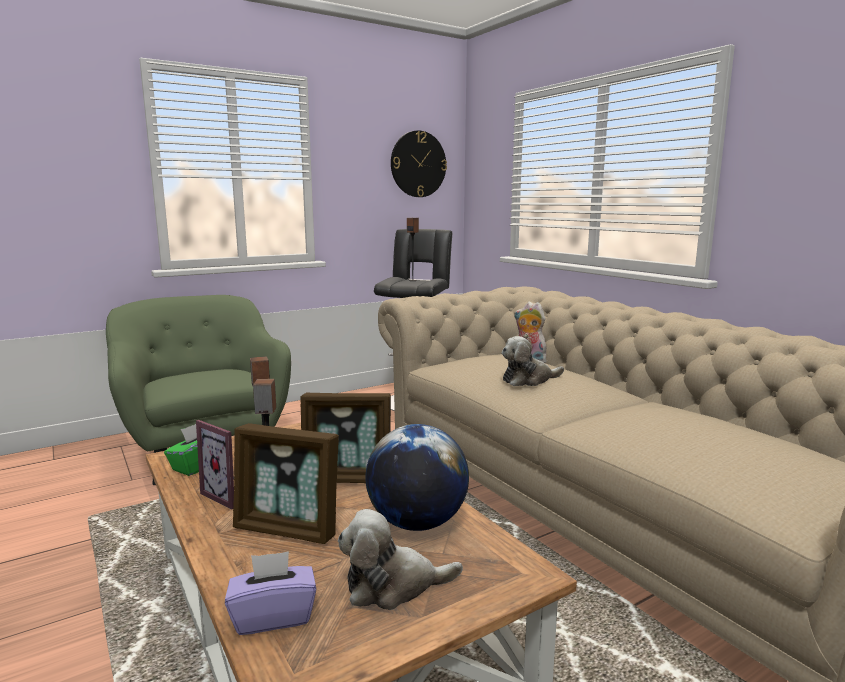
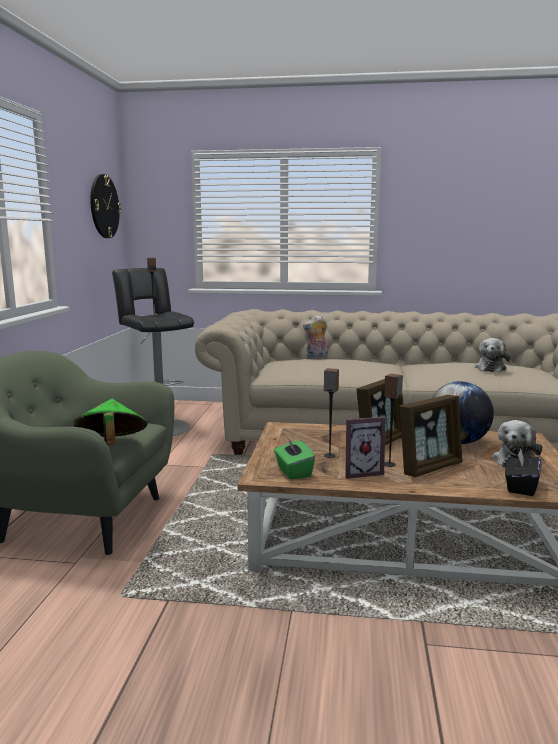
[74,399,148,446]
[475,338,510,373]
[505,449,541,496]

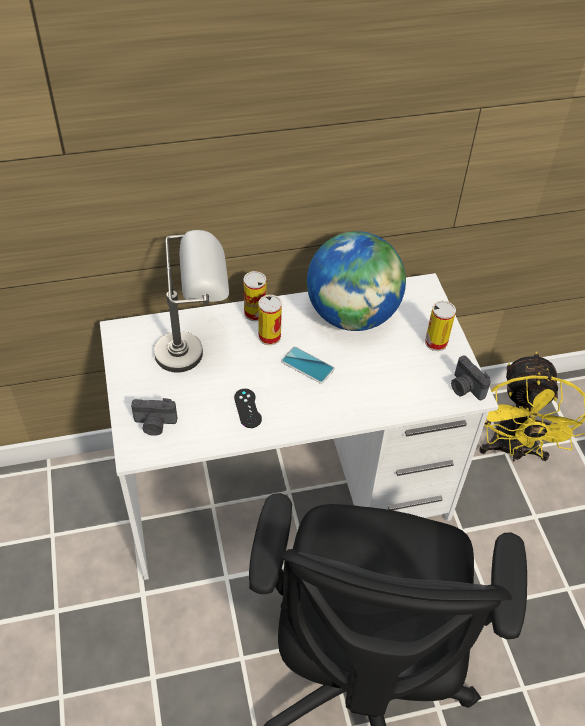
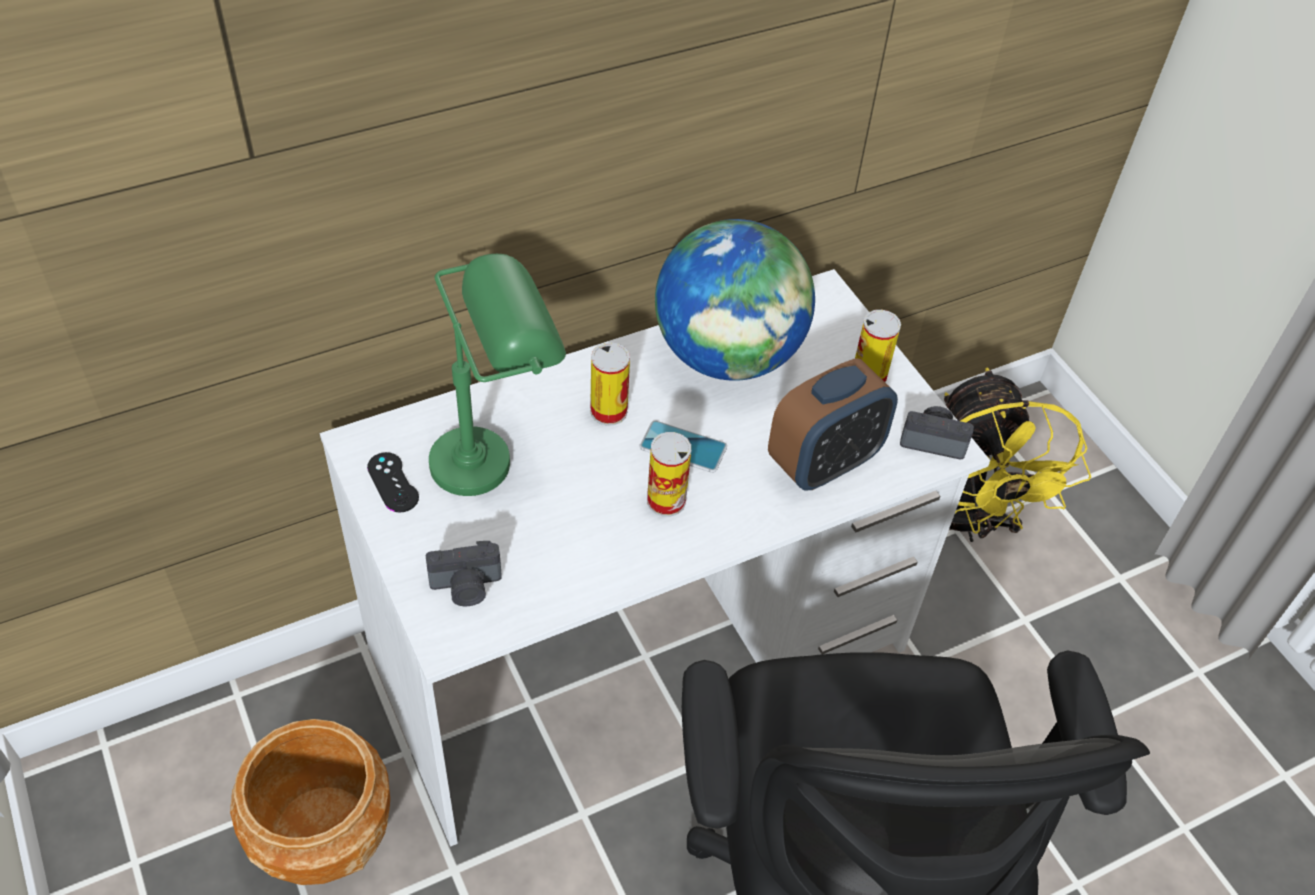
[230,719,390,885]
[367,452,419,512]
[429,254,566,496]
[647,432,691,517]
[768,358,898,490]
[900,406,974,460]

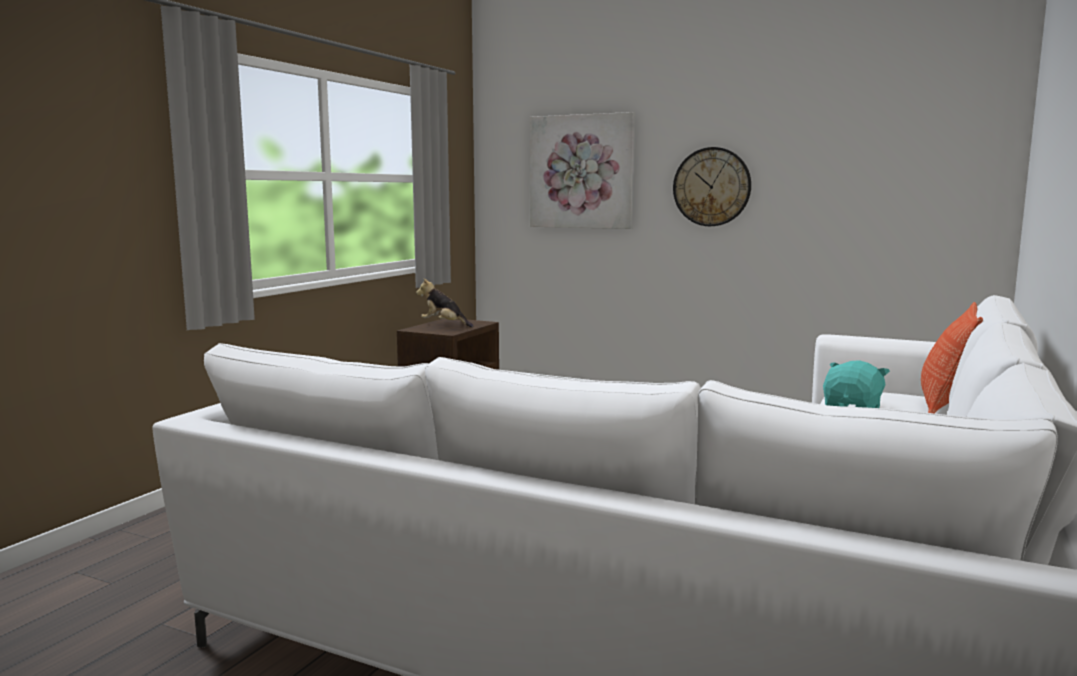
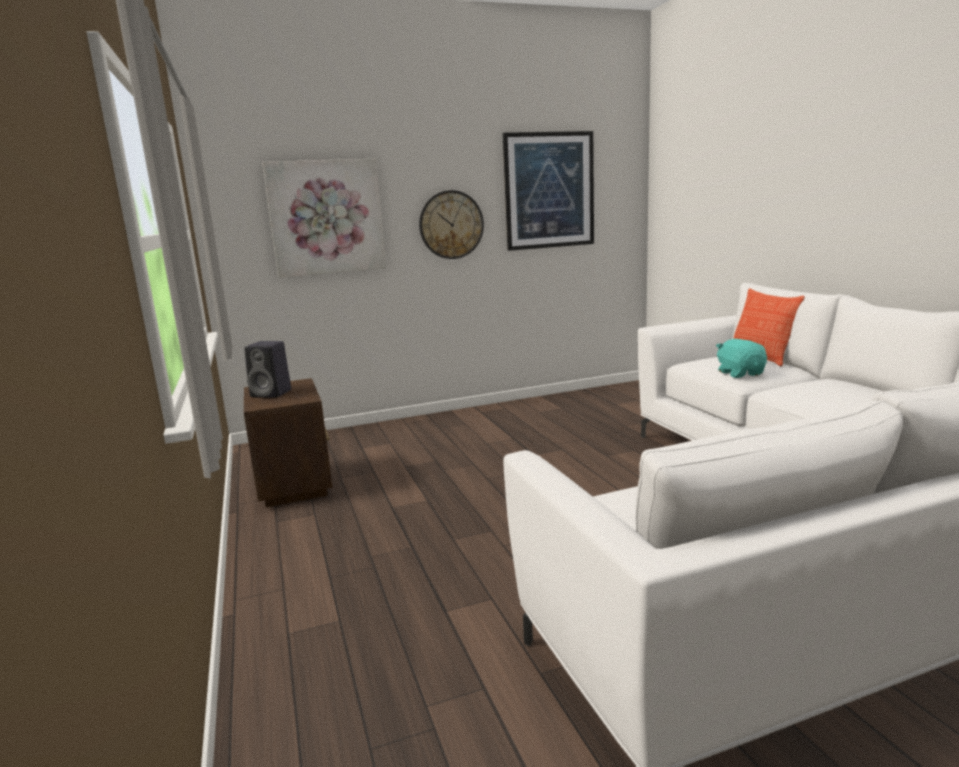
[245,341,291,398]
[502,131,594,251]

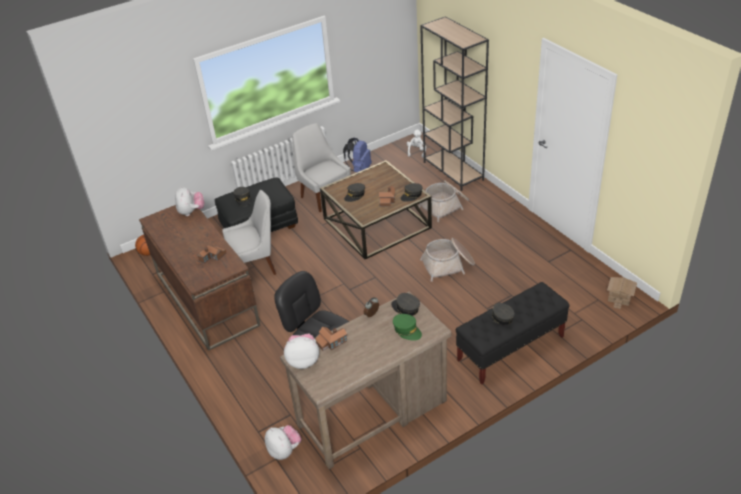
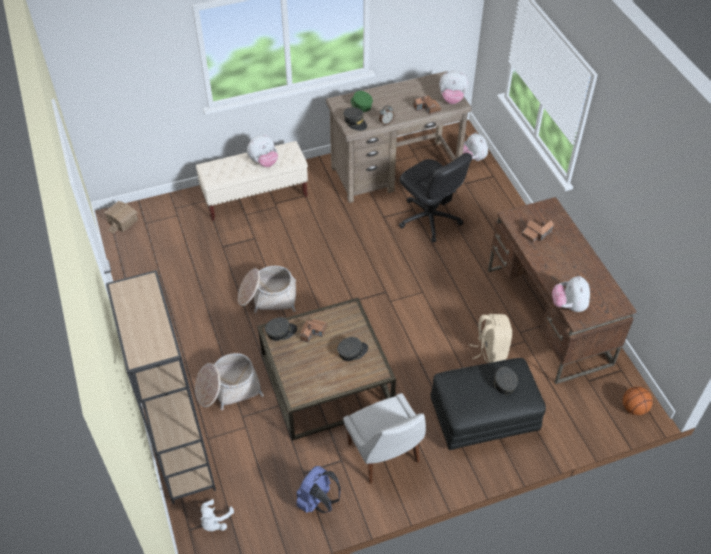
[196,141,308,221]
[247,134,278,167]
[469,314,512,363]

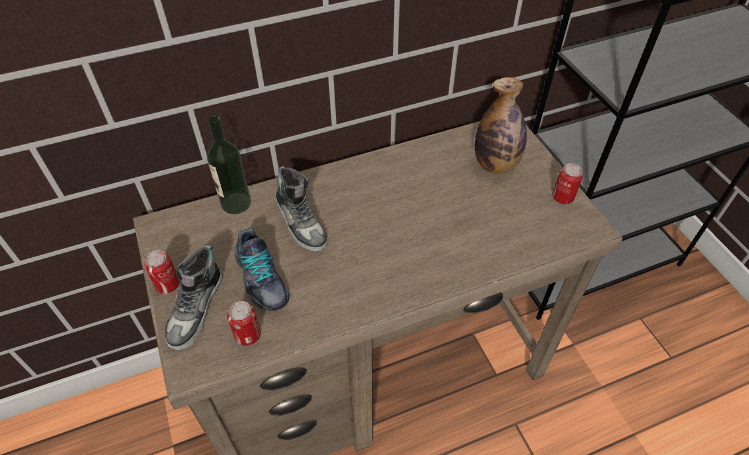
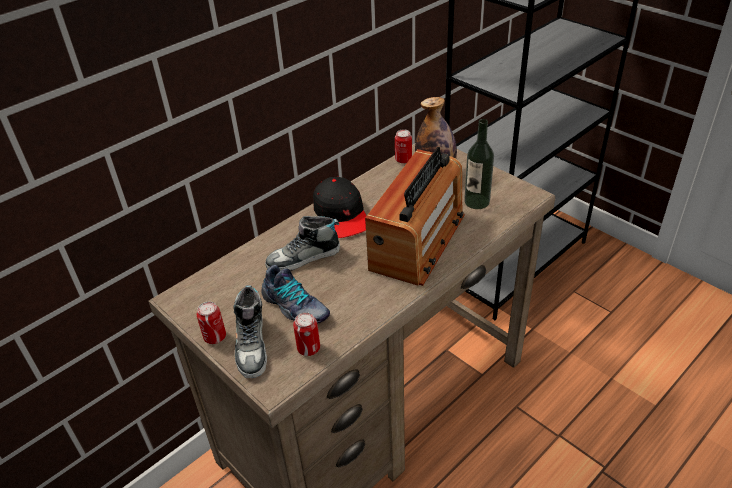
[265,216,340,271]
[313,177,366,238]
[365,147,465,286]
[395,129,412,164]
[464,119,494,209]

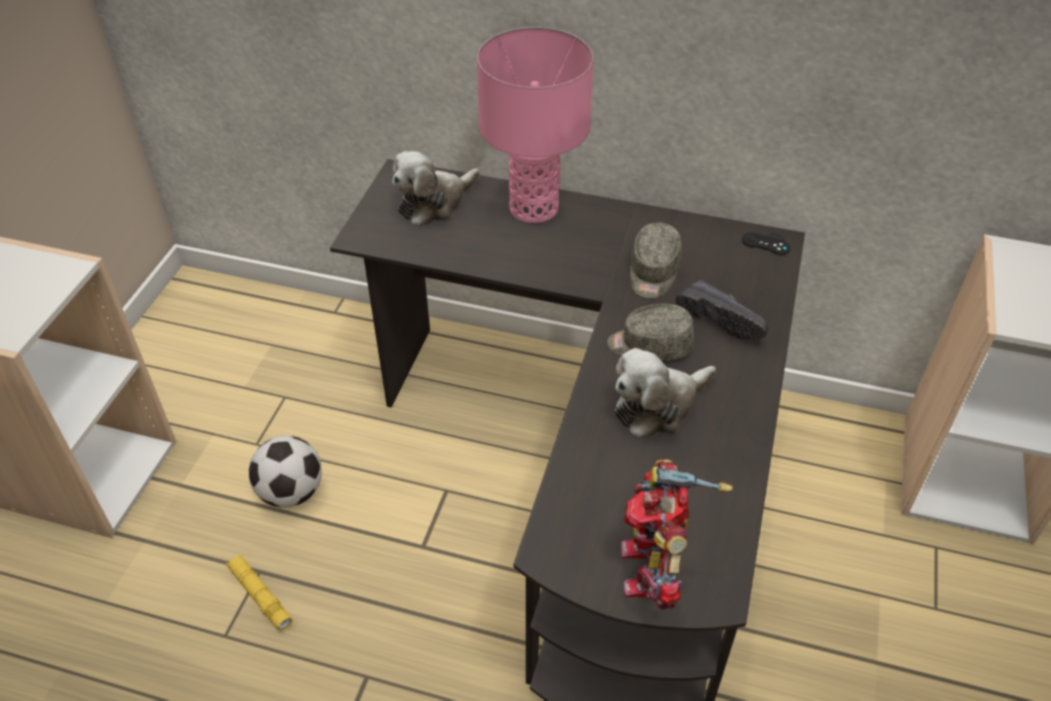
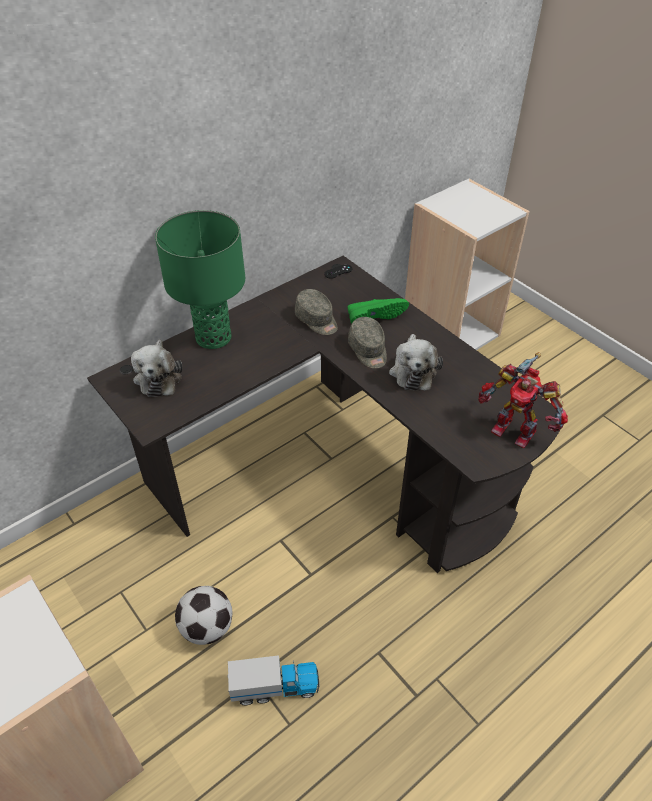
[155,210,245,349]
[228,655,320,705]
[347,298,409,324]
[348,317,387,369]

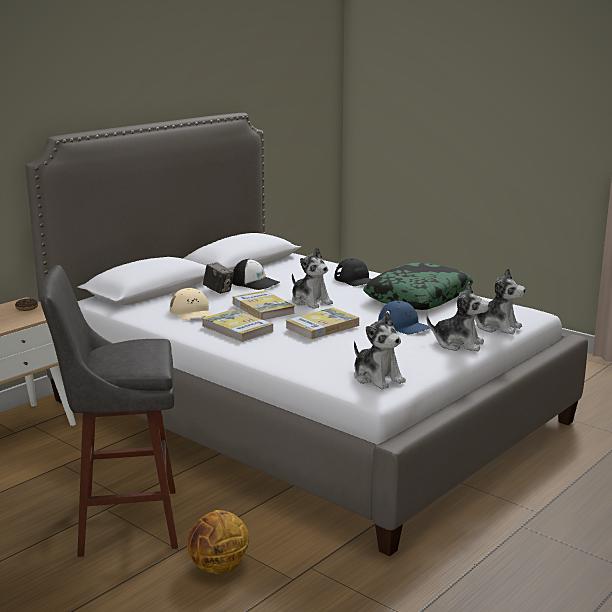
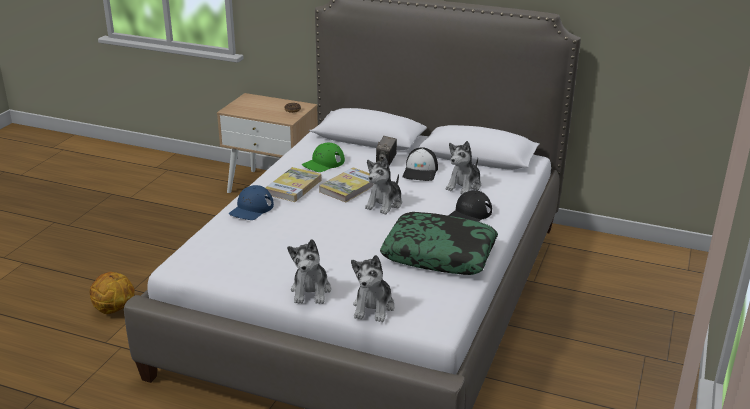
[229,185,274,220]
[302,143,345,172]
[446,141,481,194]
[40,265,178,557] (first image)
[286,308,359,339] (first image)

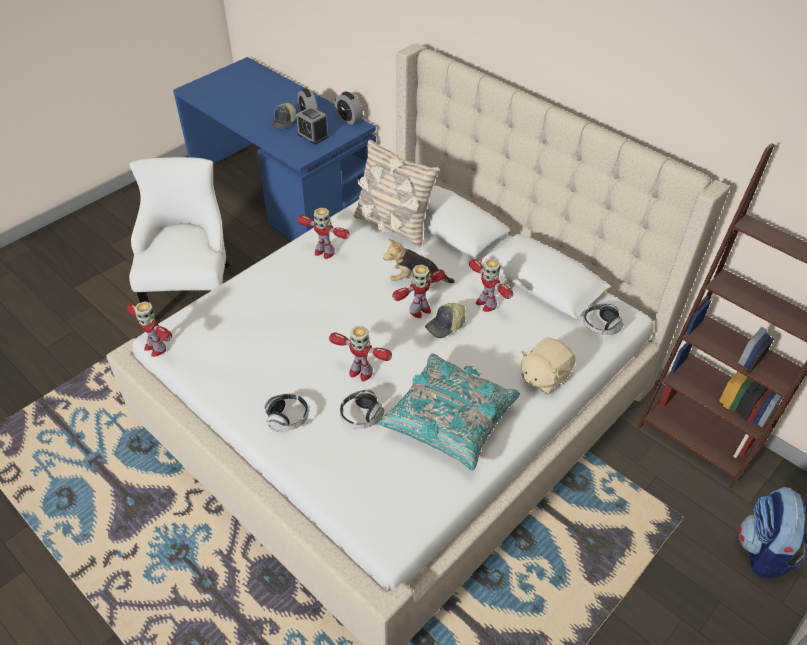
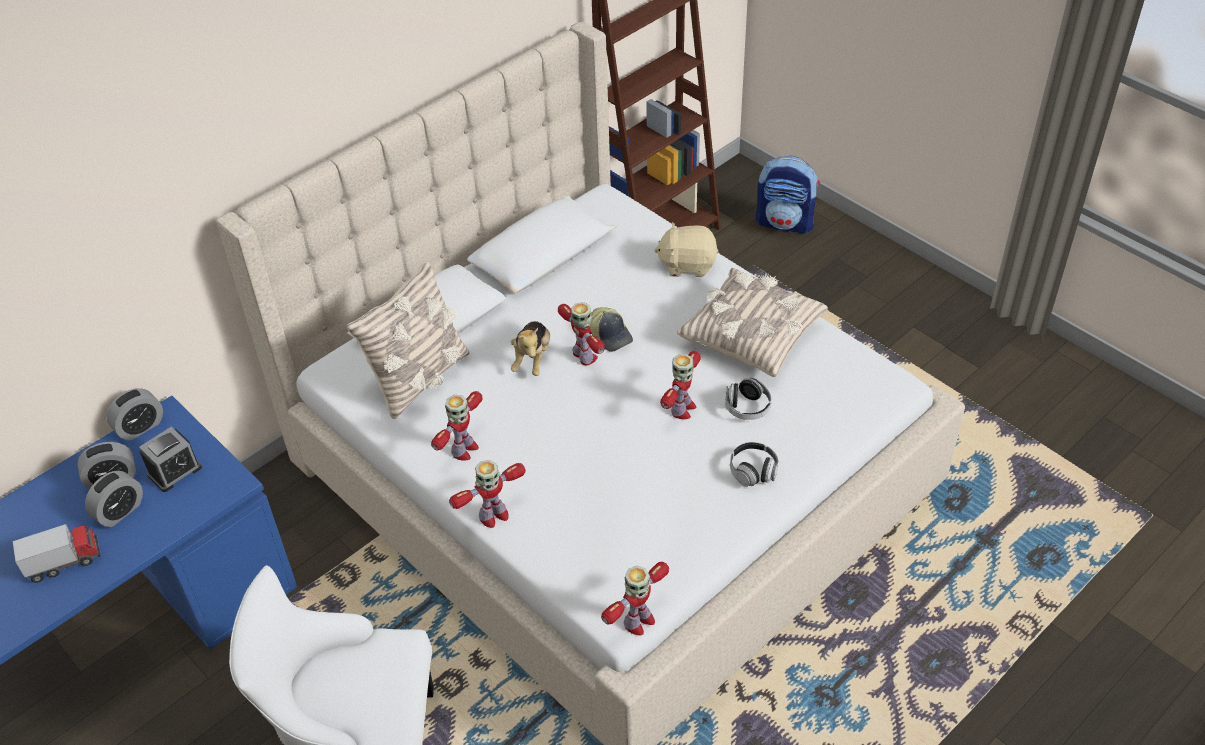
[13,524,101,583]
[85,471,143,527]
[449,460,526,528]
[654,222,719,277]
[677,268,828,377]
[583,304,624,335] (first image)

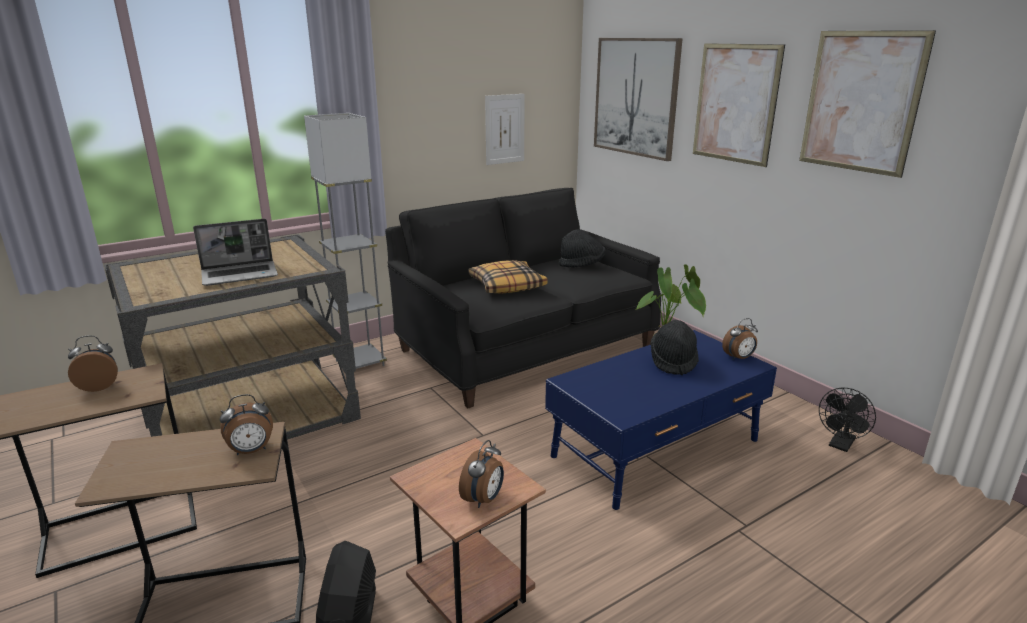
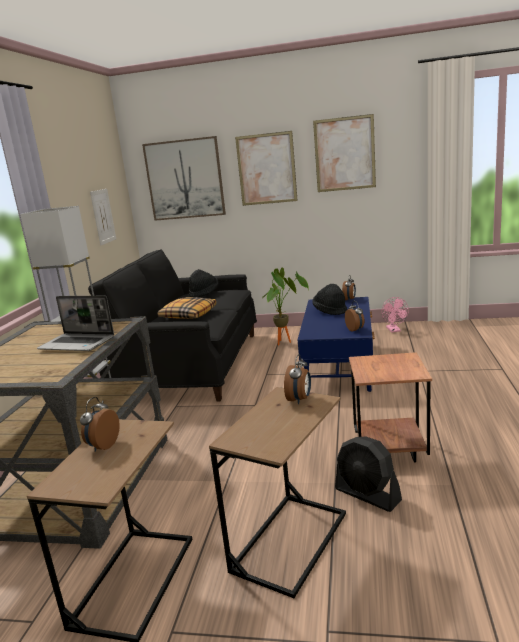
[37,296,114,351]
[345,301,365,332]
[382,297,409,332]

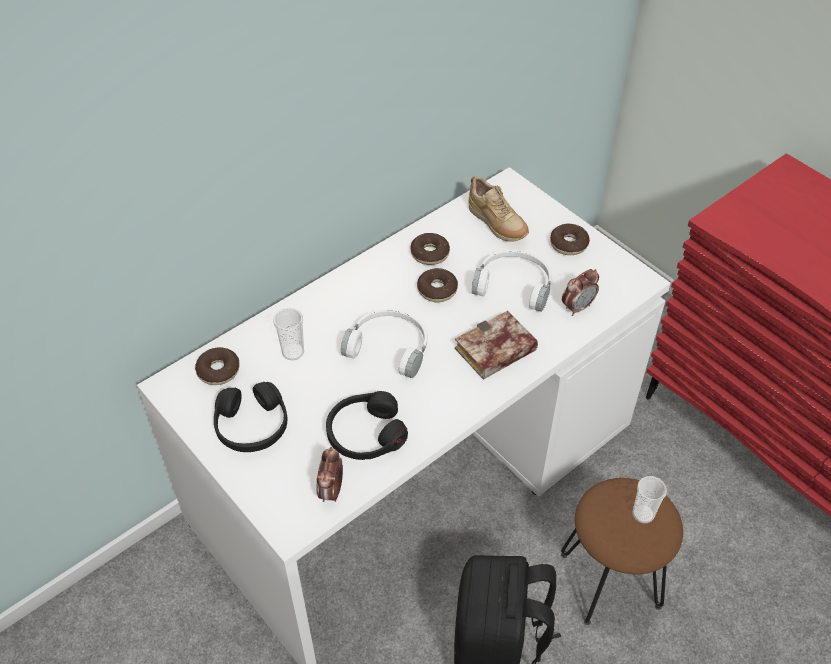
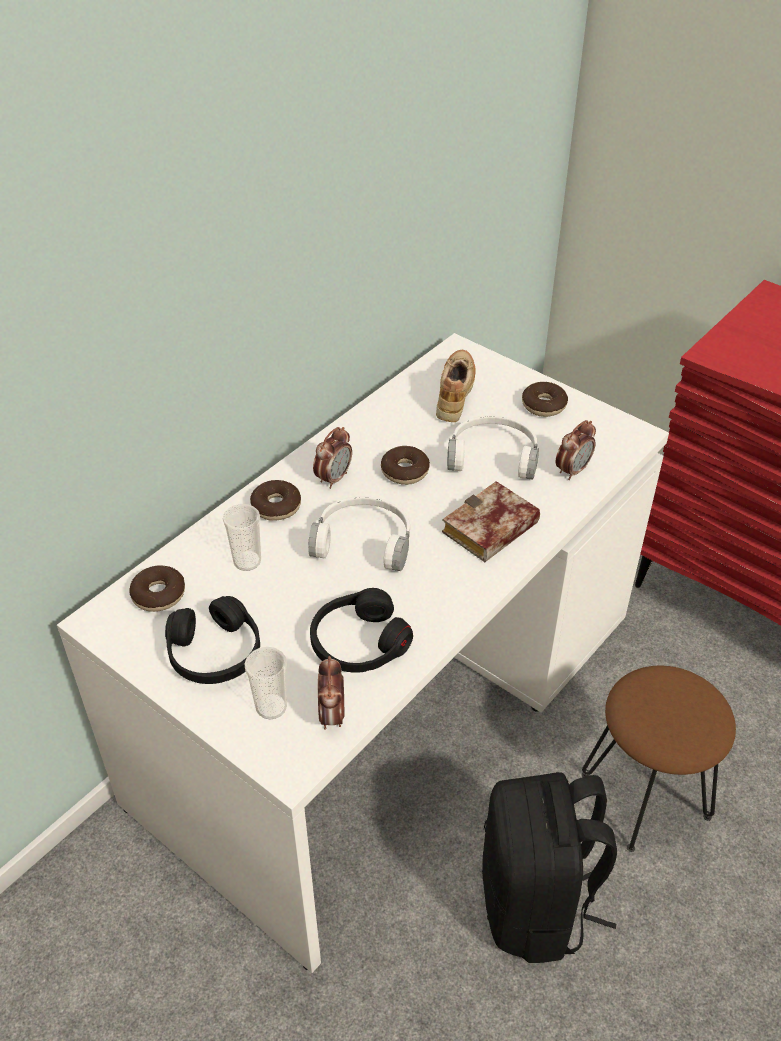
[244,647,287,719]
[250,480,301,521]
[313,427,352,489]
[436,350,476,422]

